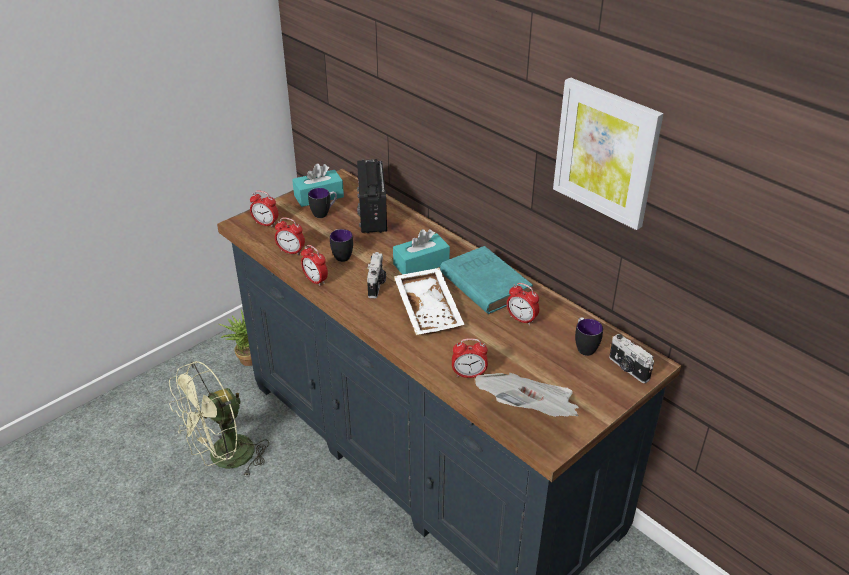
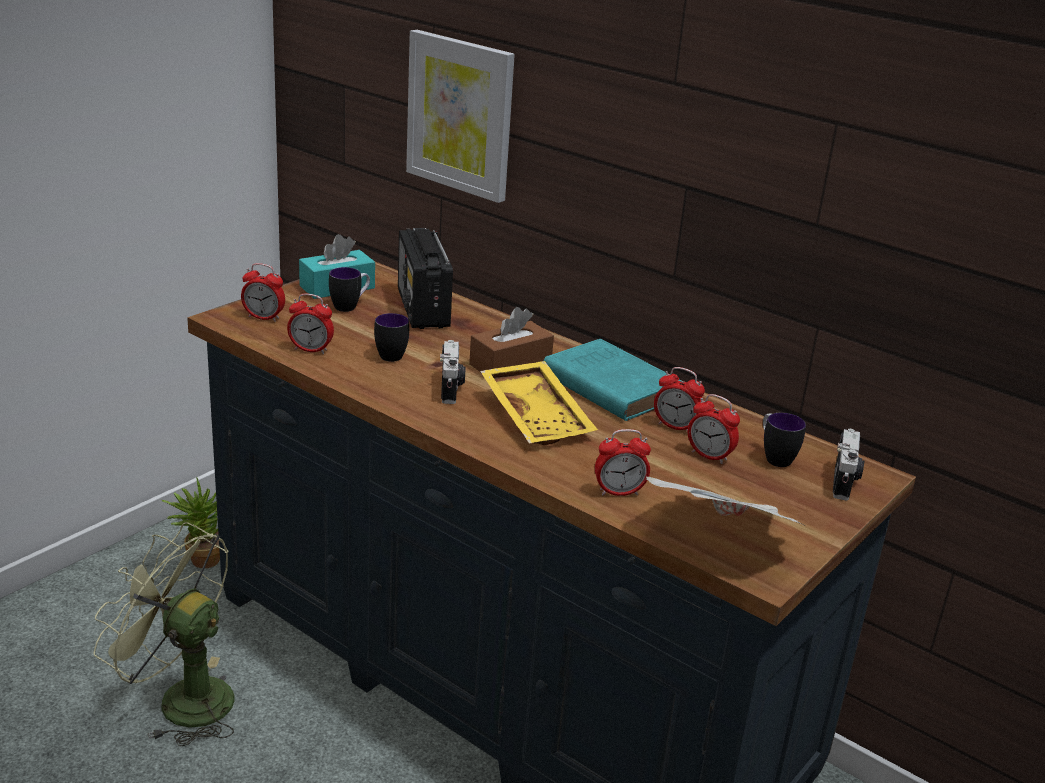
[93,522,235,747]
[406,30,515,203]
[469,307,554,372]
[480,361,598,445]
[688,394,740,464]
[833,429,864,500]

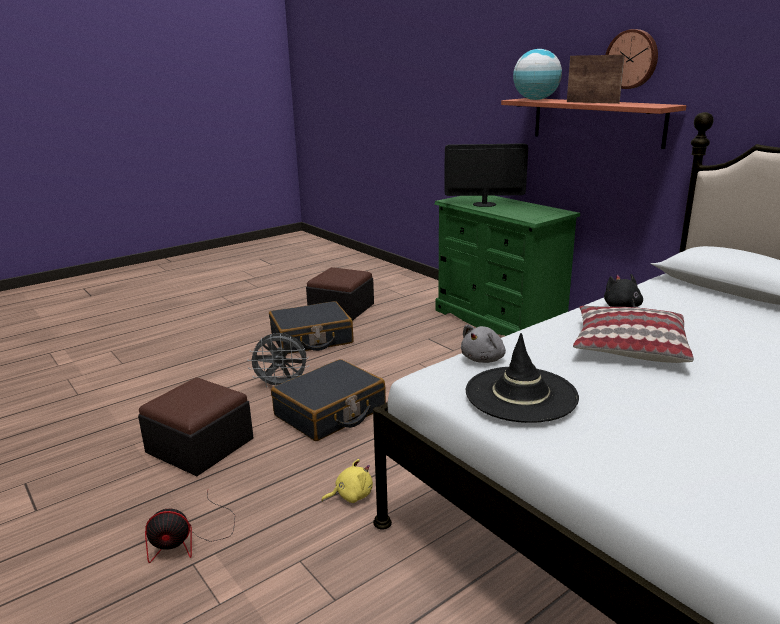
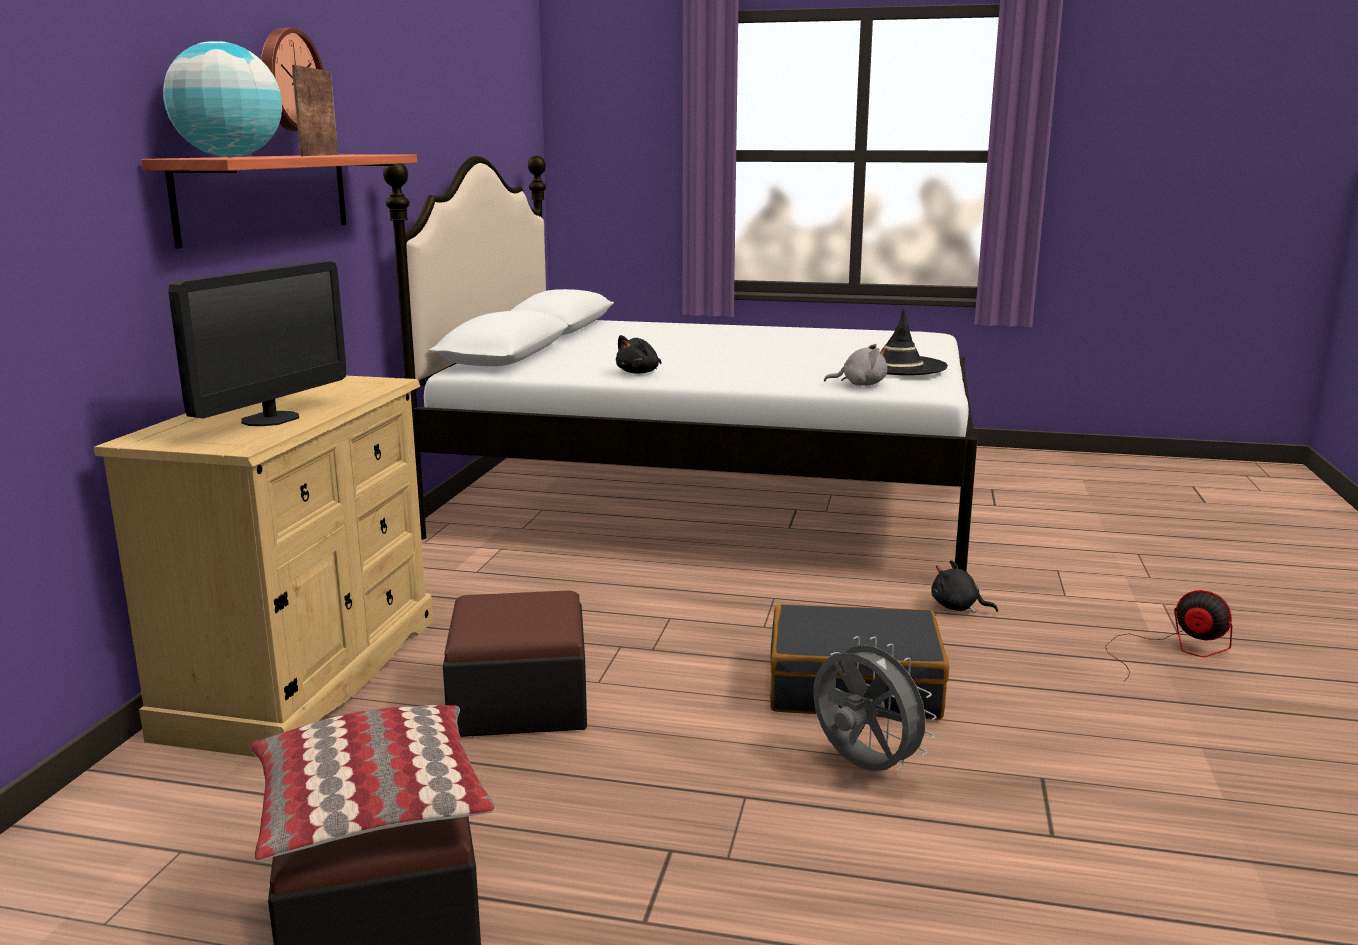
[94,376,433,757]
[168,261,346,426]
[250,705,495,861]
[443,590,587,737]
[931,560,998,613]
[269,301,353,354] (first image)

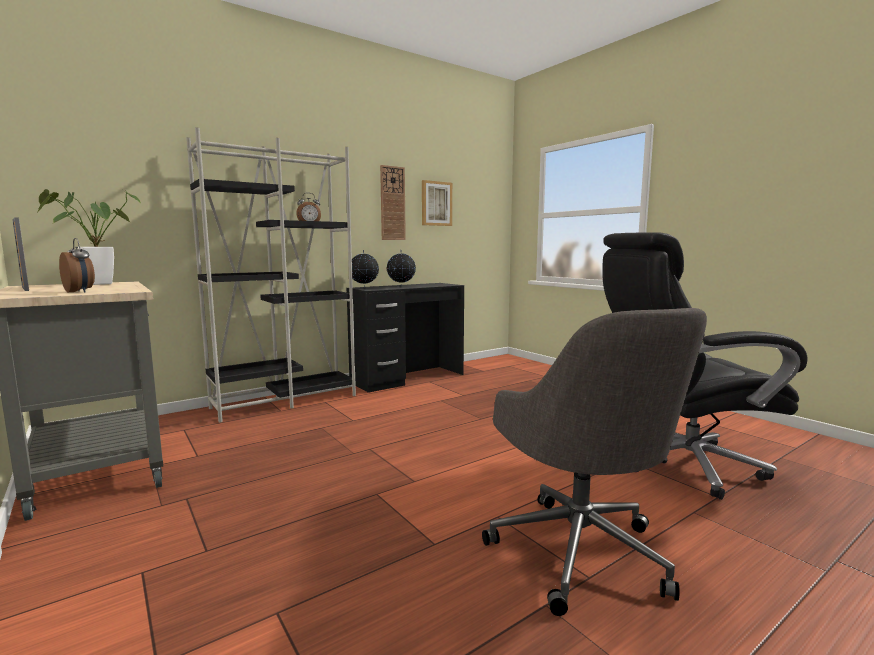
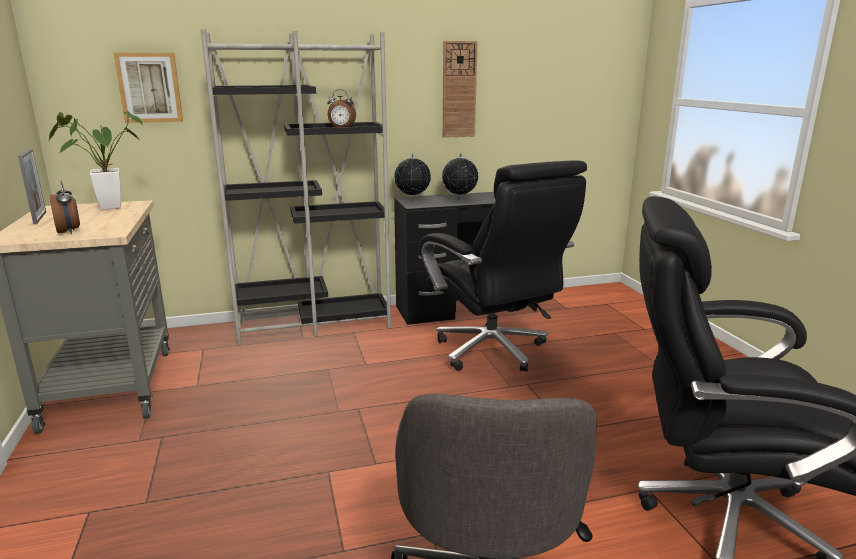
[114,53,183,123]
[418,160,587,372]

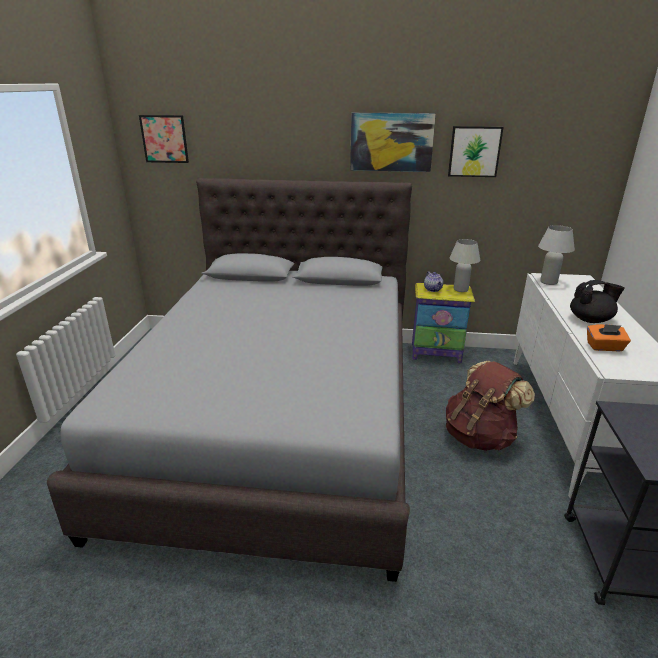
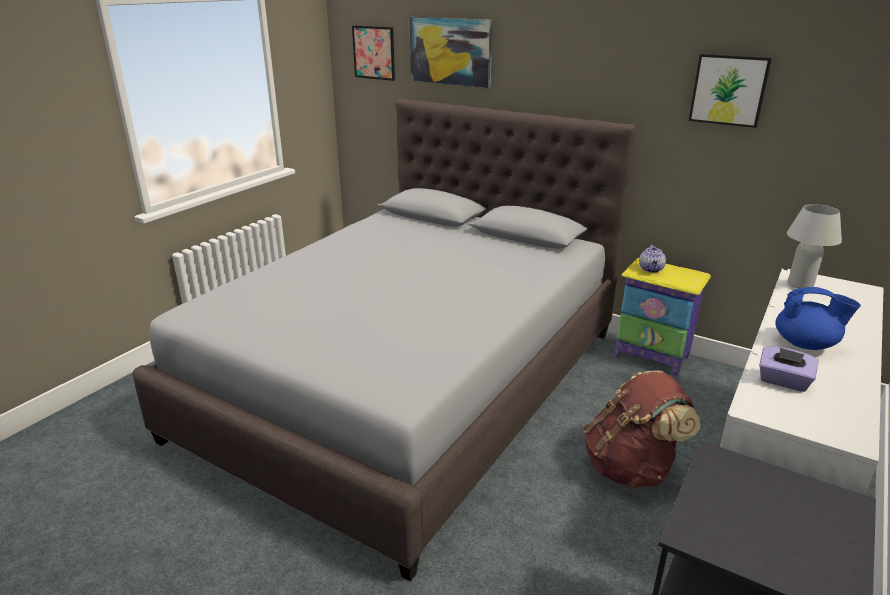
[409,17,493,88]
[759,346,819,392]
[776,287,861,350]
[450,239,480,292] (first image)

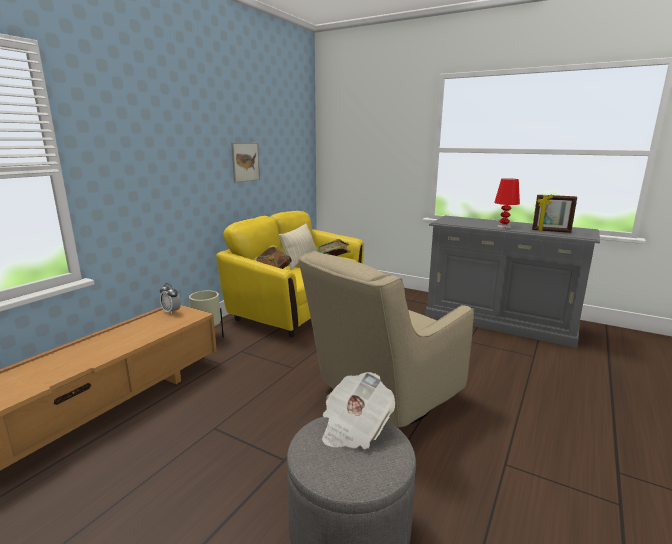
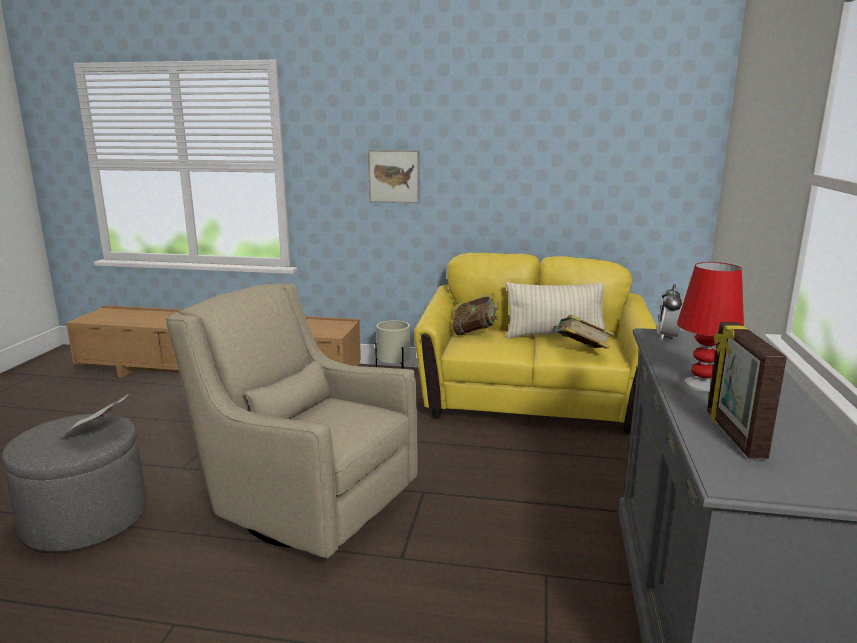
[368,150,420,203]
[657,284,684,340]

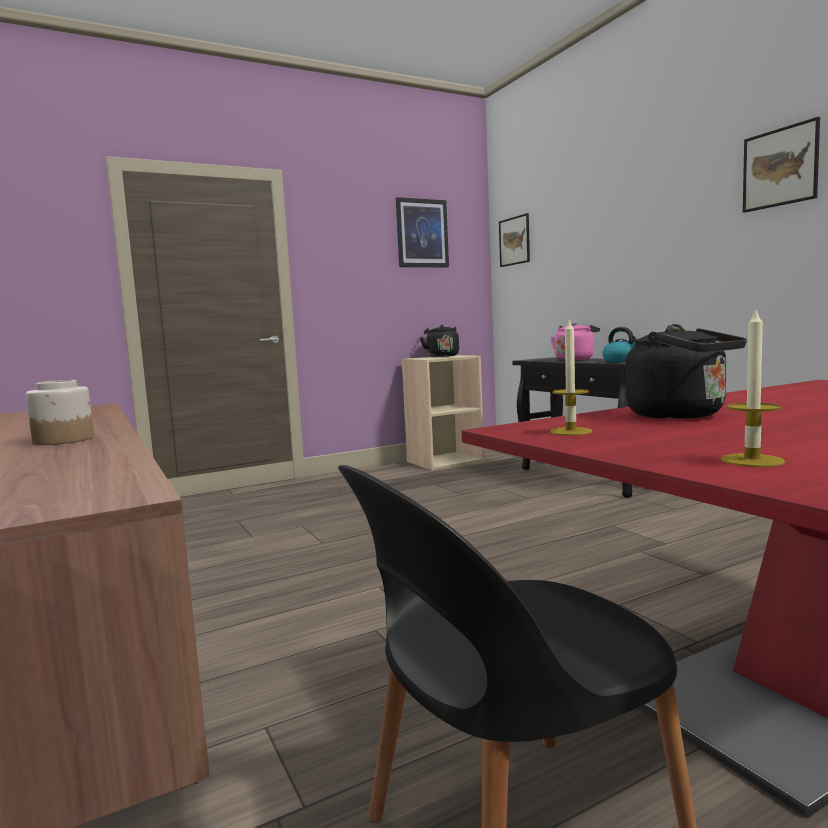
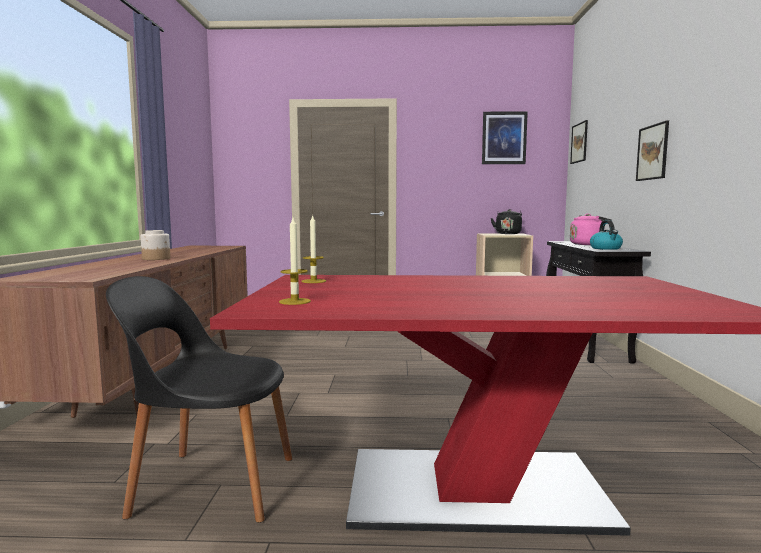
[636,120,669,181]
[625,324,747,419] (first image)

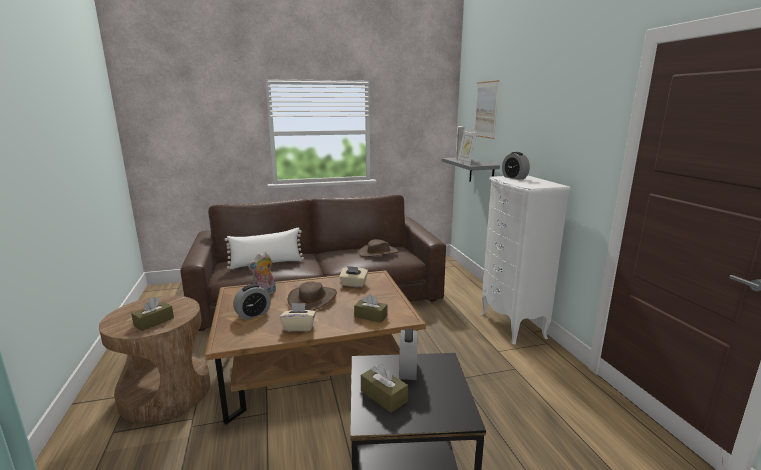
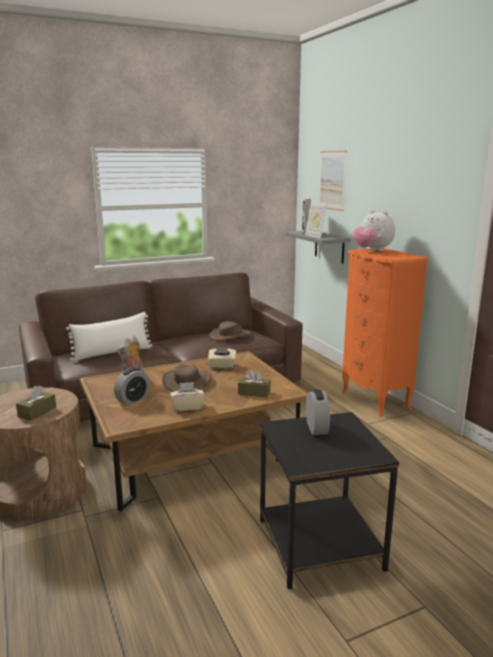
[342,248,429,417]
[353,210,395,251]
[361,364,408,413] (first image)

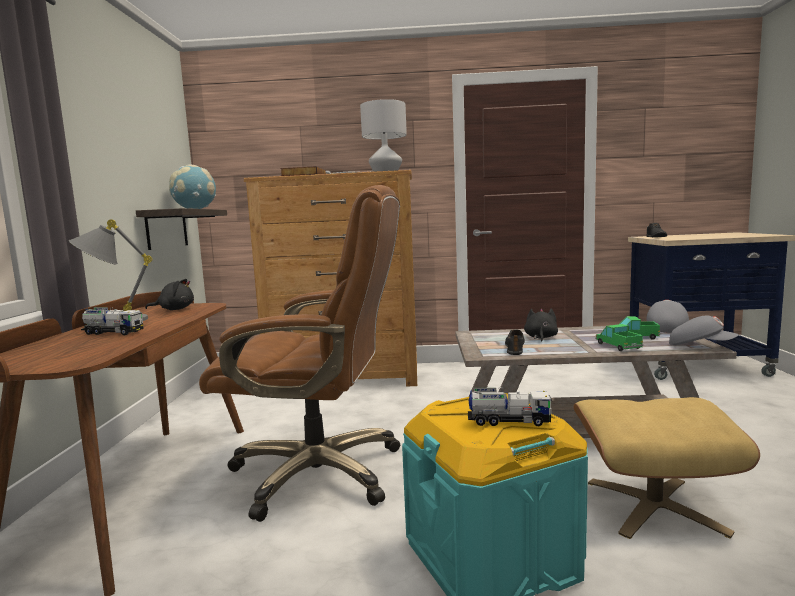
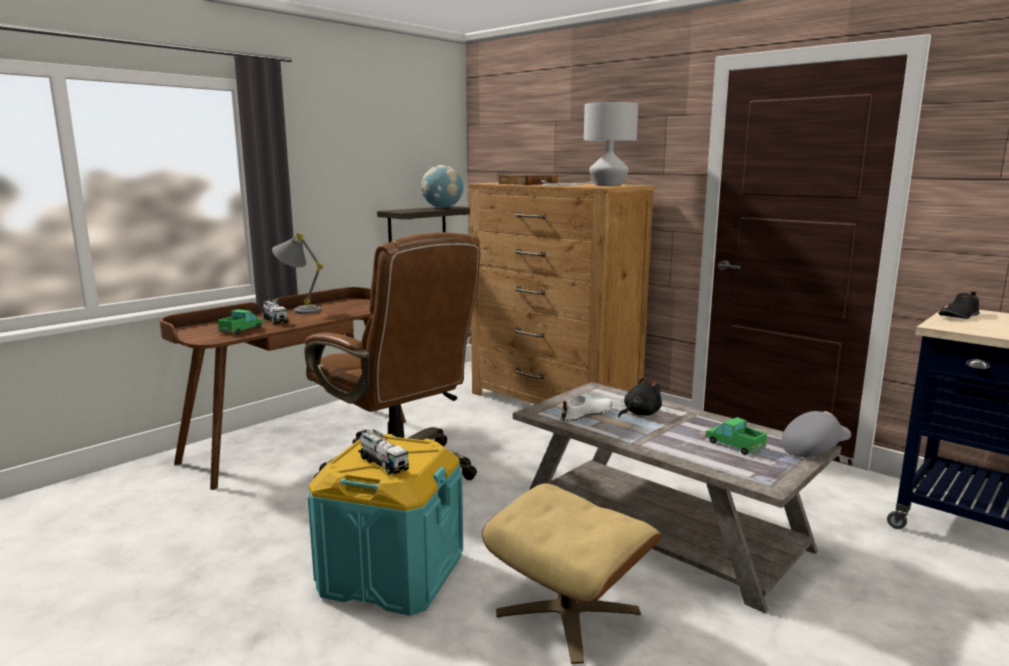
[218,309,264,335]
[560,395,613,423]
[145,279,194,310] (first image)
[669,316,739,345] (first image)

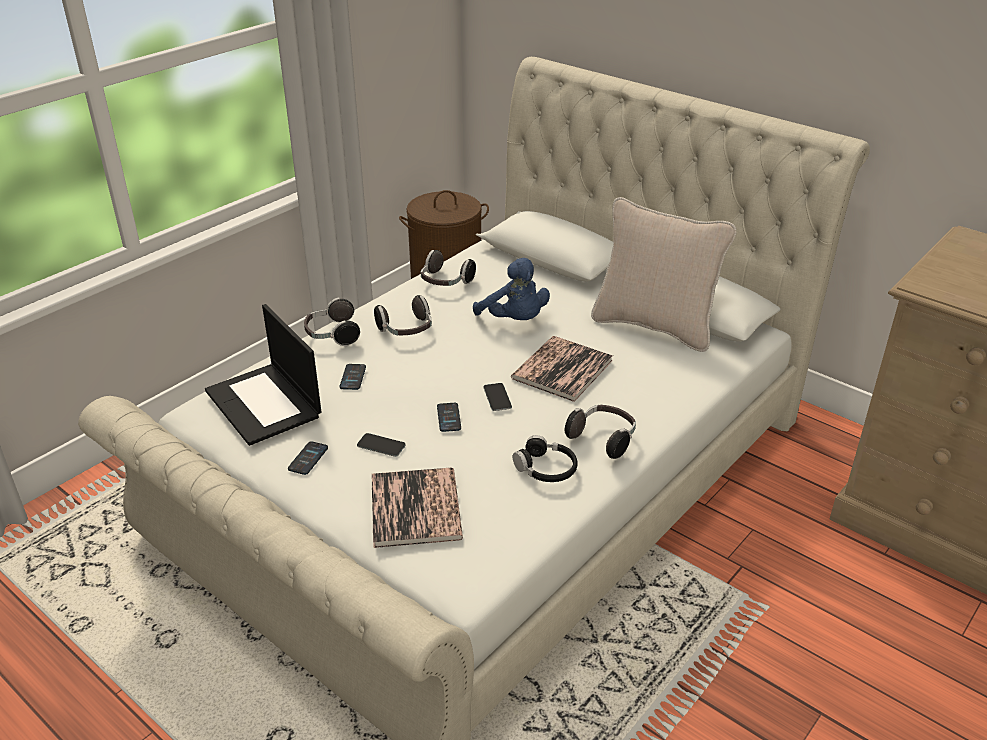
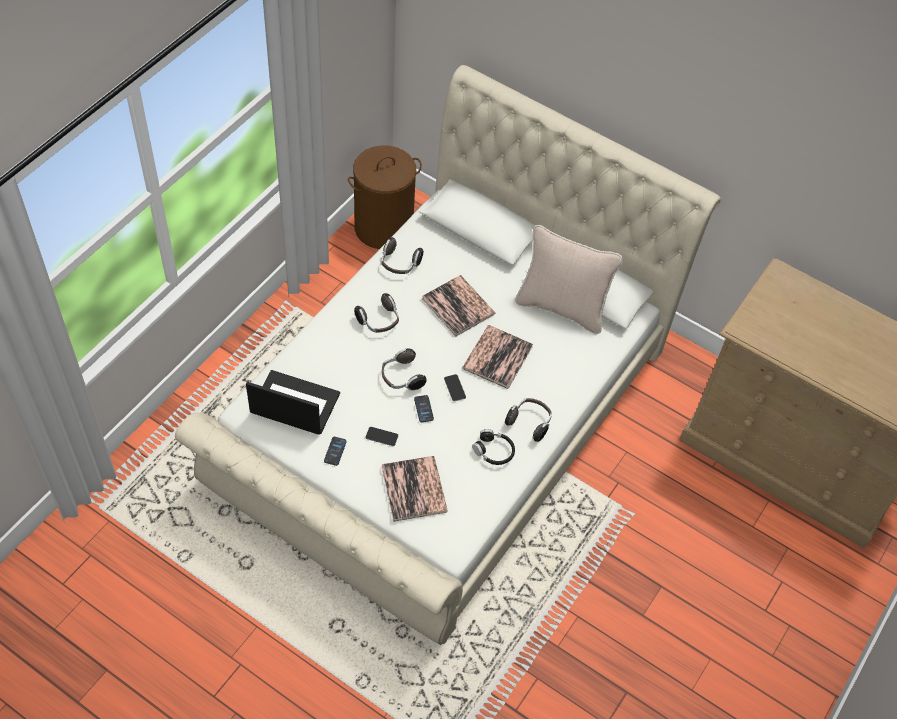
[246,370,340,435]
[382,348,427,390]
[422,275,495,337]
[340,364,366,390] (first image)

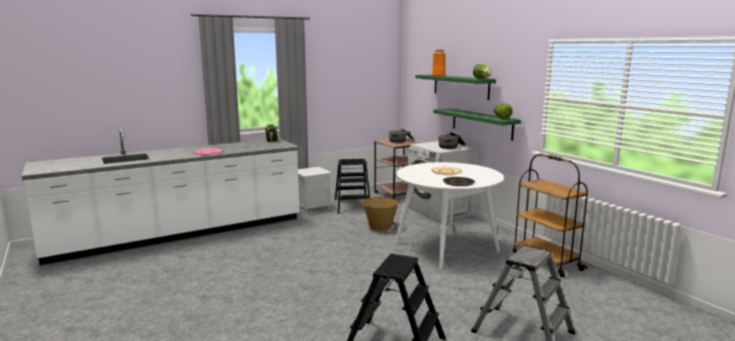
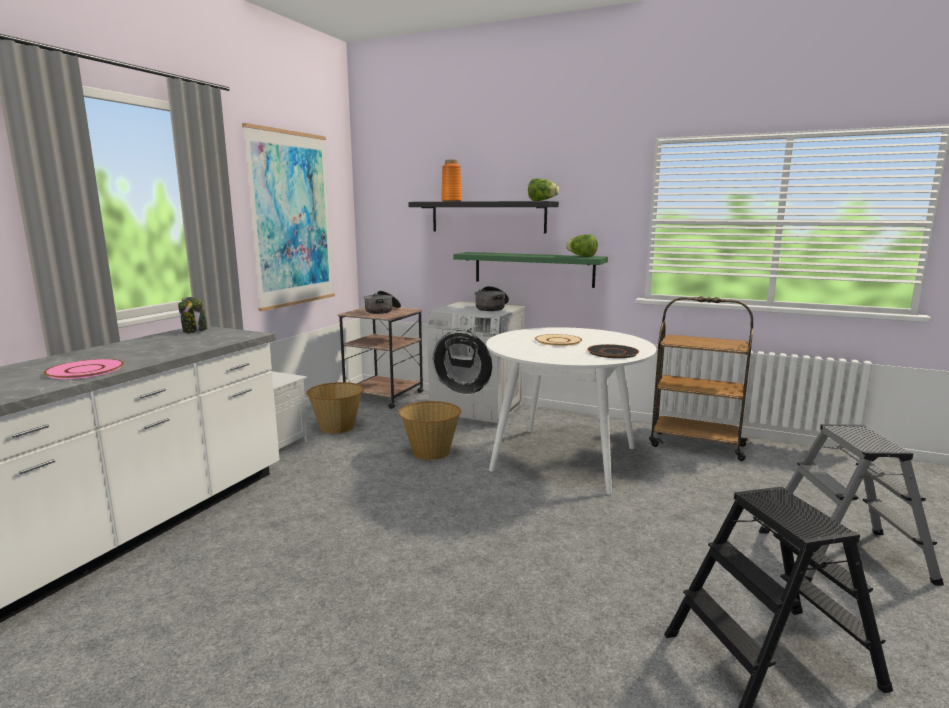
[242,123,335,311]
[306,382,364,434]
[408,201,559,233]

